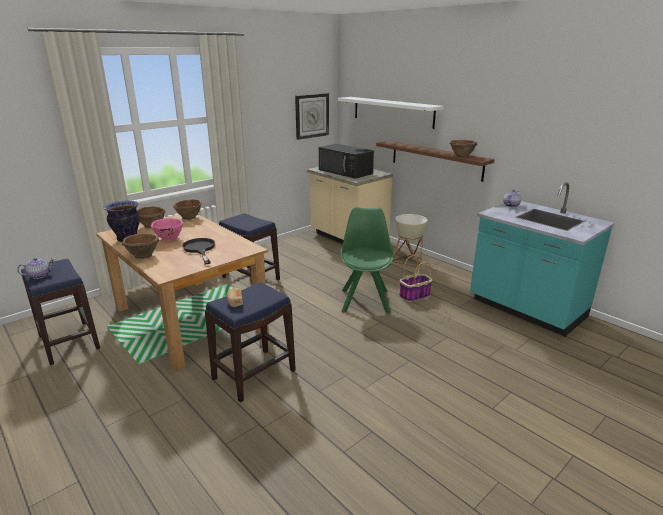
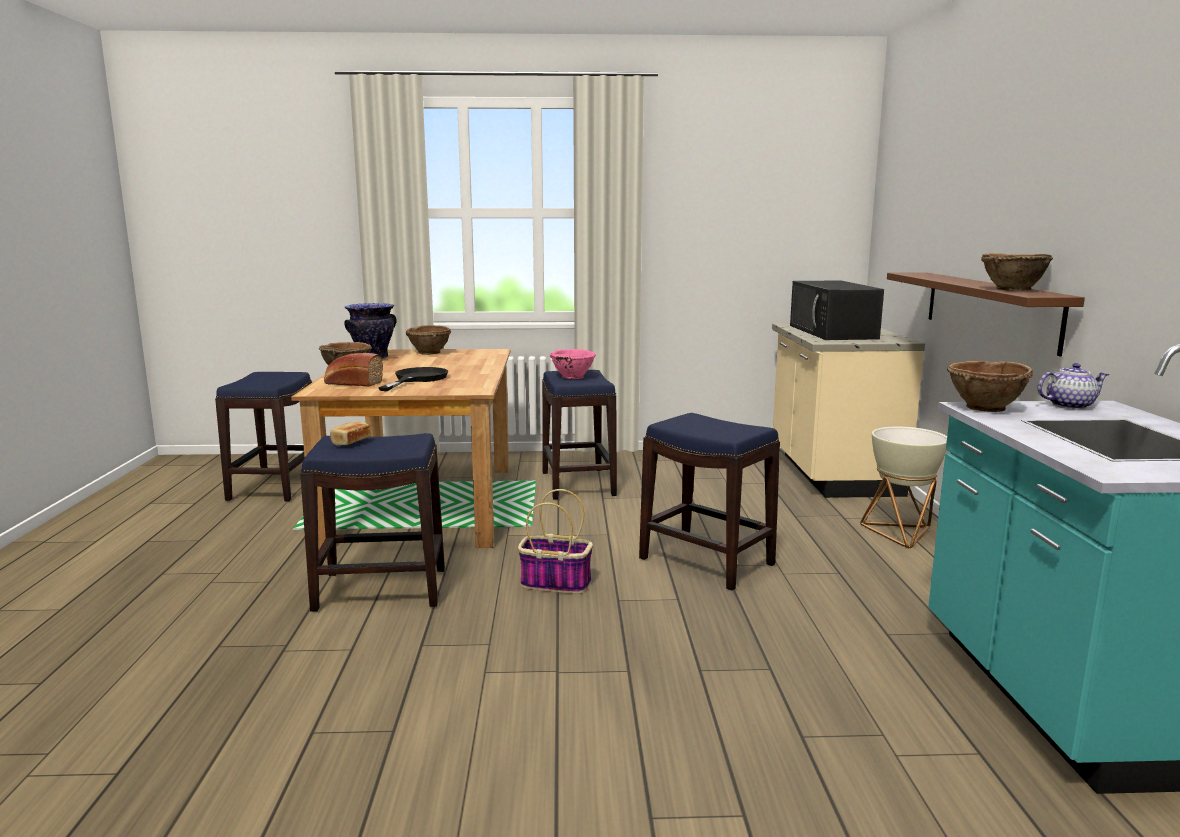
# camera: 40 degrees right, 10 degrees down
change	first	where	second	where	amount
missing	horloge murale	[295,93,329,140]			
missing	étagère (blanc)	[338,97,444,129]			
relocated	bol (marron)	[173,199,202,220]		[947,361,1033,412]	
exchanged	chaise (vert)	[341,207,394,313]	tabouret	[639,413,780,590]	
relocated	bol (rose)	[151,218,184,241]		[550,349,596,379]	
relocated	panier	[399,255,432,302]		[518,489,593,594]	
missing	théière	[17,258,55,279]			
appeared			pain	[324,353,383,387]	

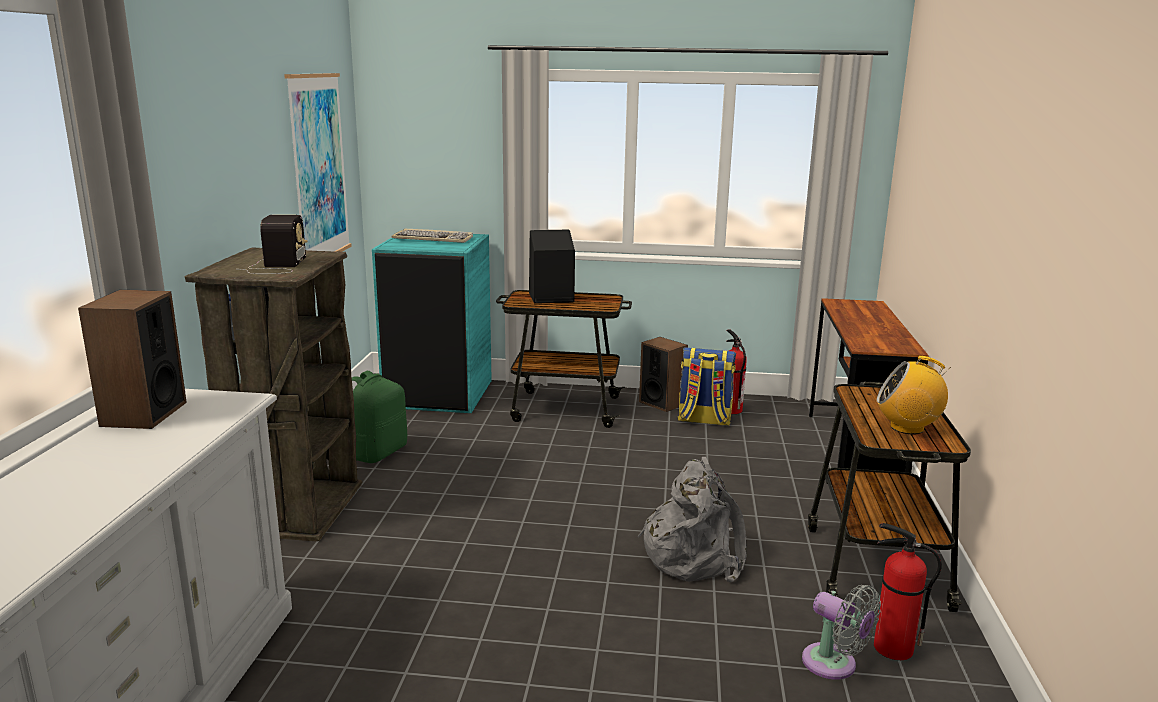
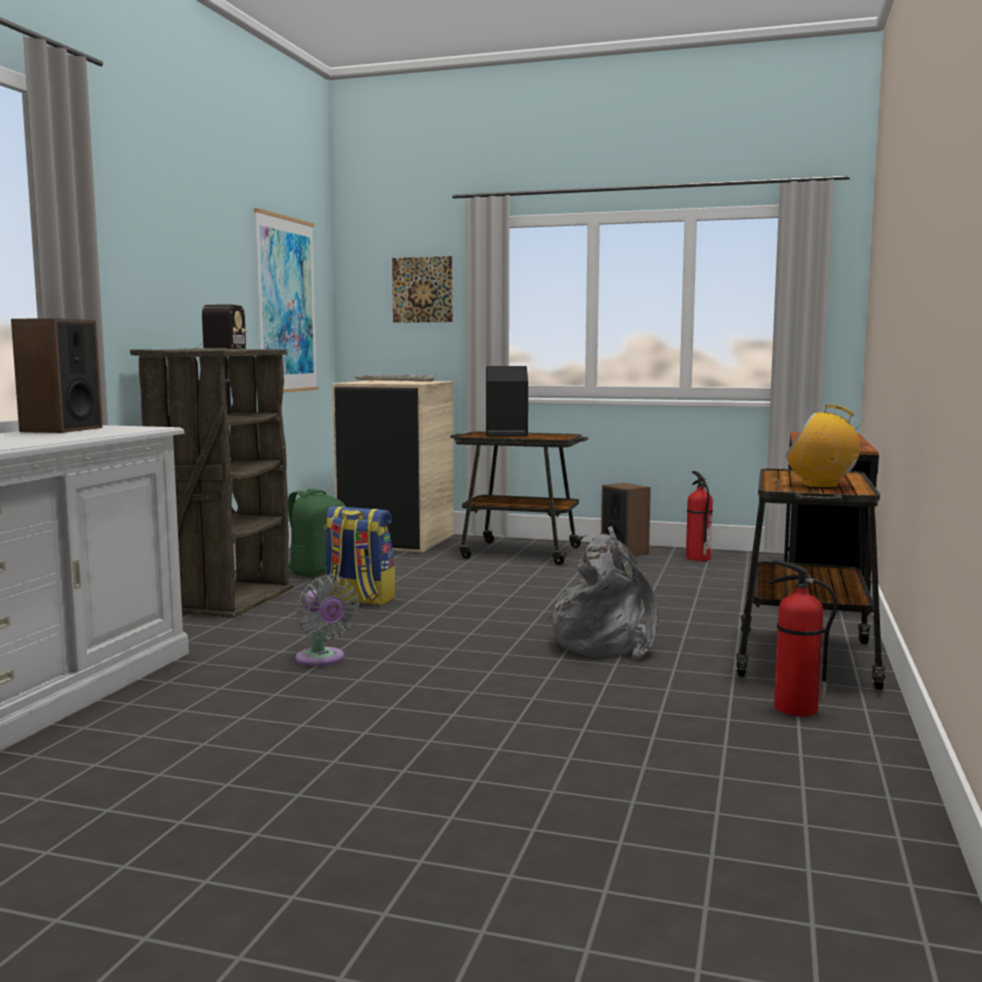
# camera: 10 degrees right, 10 degrees down
change	first	where	second	where	amount
colour	meuble de rangement (turquoise)	[372,234,492,413]	meuble de rangement (beige)	[332,380,454,553]	
relocated	sac à dos	[678,347,736,426]		[325,506,395,605]	
relocated	ventilateur (gris)	[802,585,881,680]		[295,574,359,666]	
appeared			tableau	[392,256,453,323]	

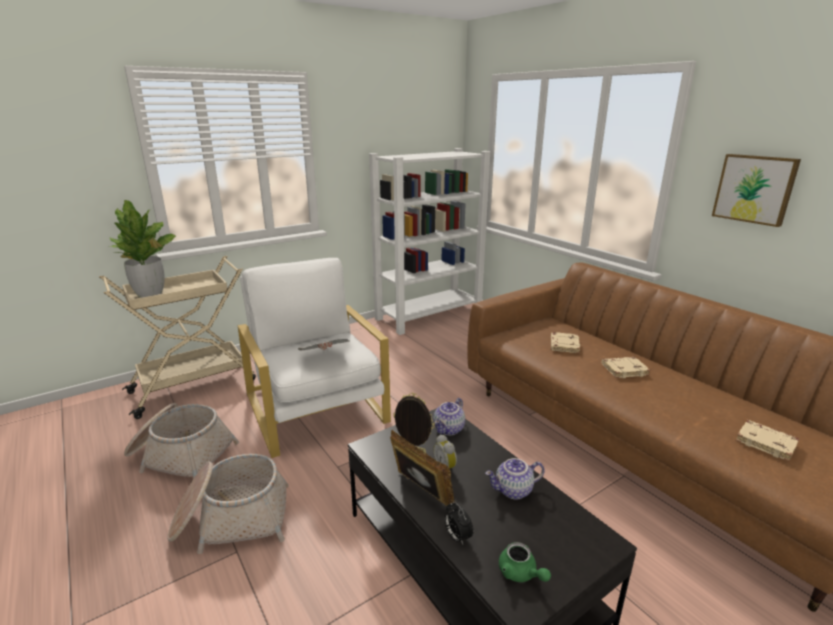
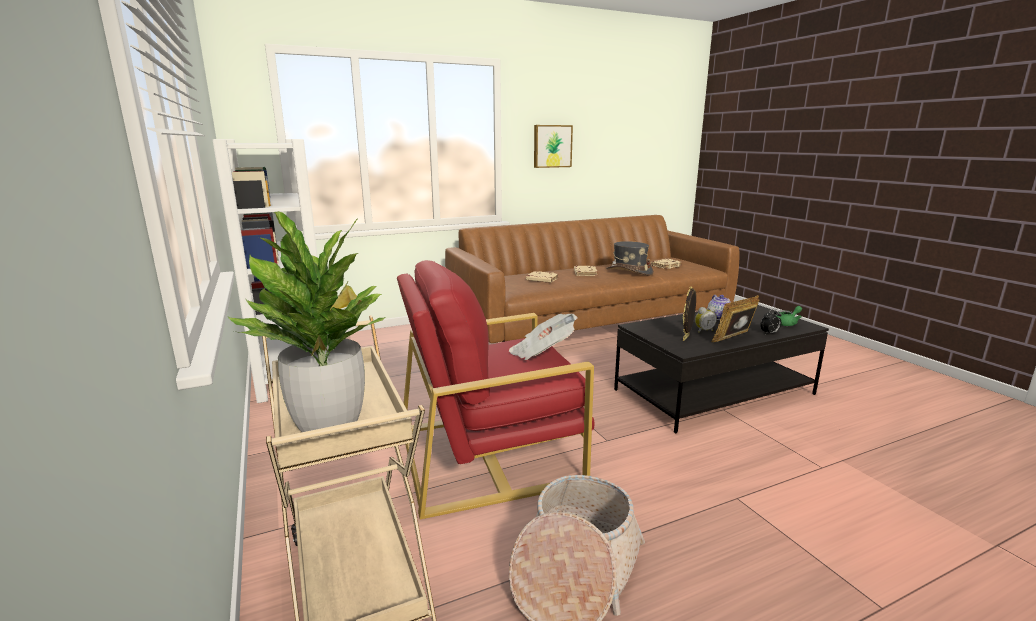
# camera: 80 degrees left, 5 degrees down
change	first	where	second	where	amount
colour	fauteuil (blanc)	[238,258,391,458]	fauteuil (rouge)	[397,260,594,520]	
missing	théière	[433,398,465,435]			
missing	panier	[167,454,289,554]			
appeared			chapeau (gris)	[606,241,654,276]	

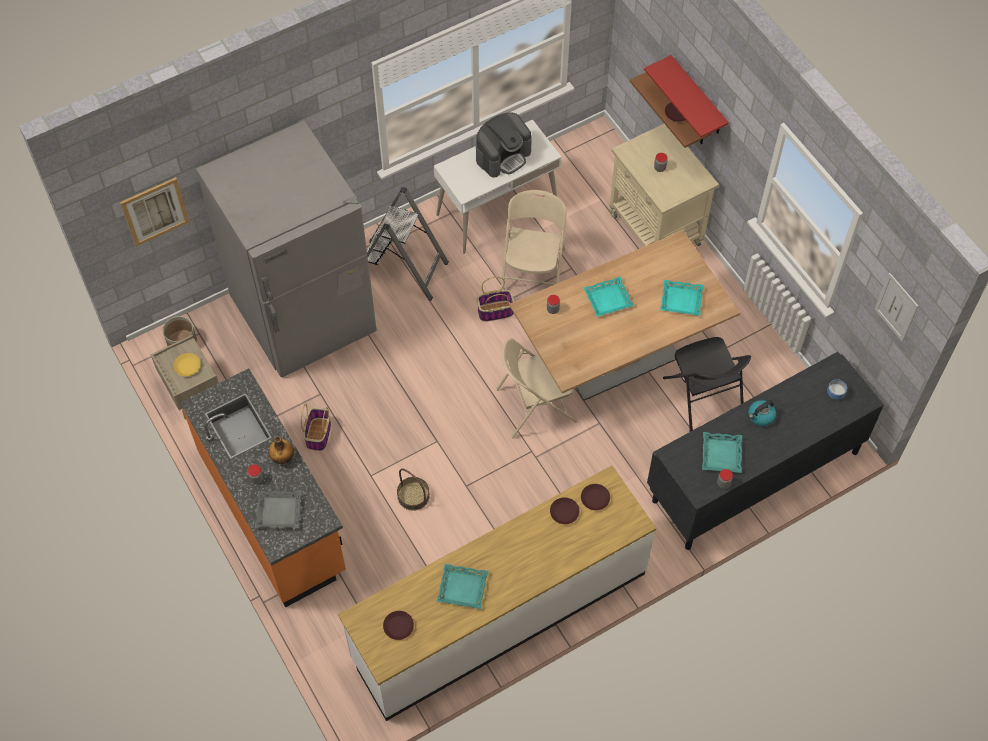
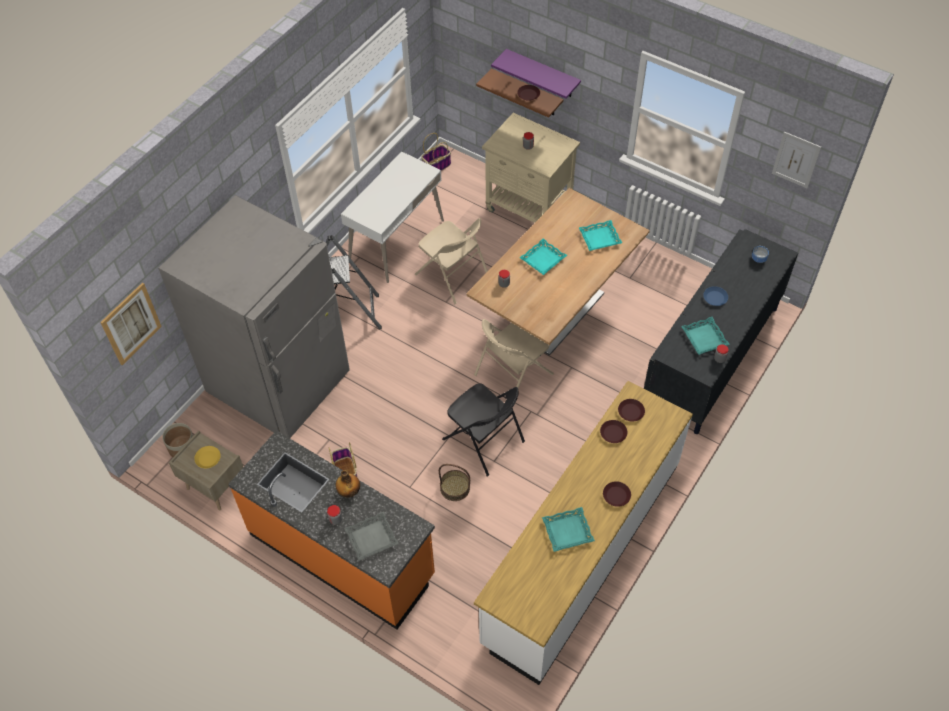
# camera: 25 degrees left, 5 degrees down
change	first	where	second	where	amount
colour	étagère (rouge)	[644,55,729,138]	étagère (violet)	[491,49,581,99]	
missing	machine à café	[476,112,532,178]			
spun	chaise (beige)	[501,190,567,290]		[415,218,488,305]	150 degrees clockwise
relocated	panier	[477,277,515,322]		[421,133,451,171]	
relocated	chaise (noir)	[663,337,751,432]		[442,383,525,477]	
exchanged	bouilloire	[749,400,776,426]	assiette (bleu)	[703,286,728,306]	
relocated	assiette (marron)	[383,611,414,640]		[603,481,631,507]	

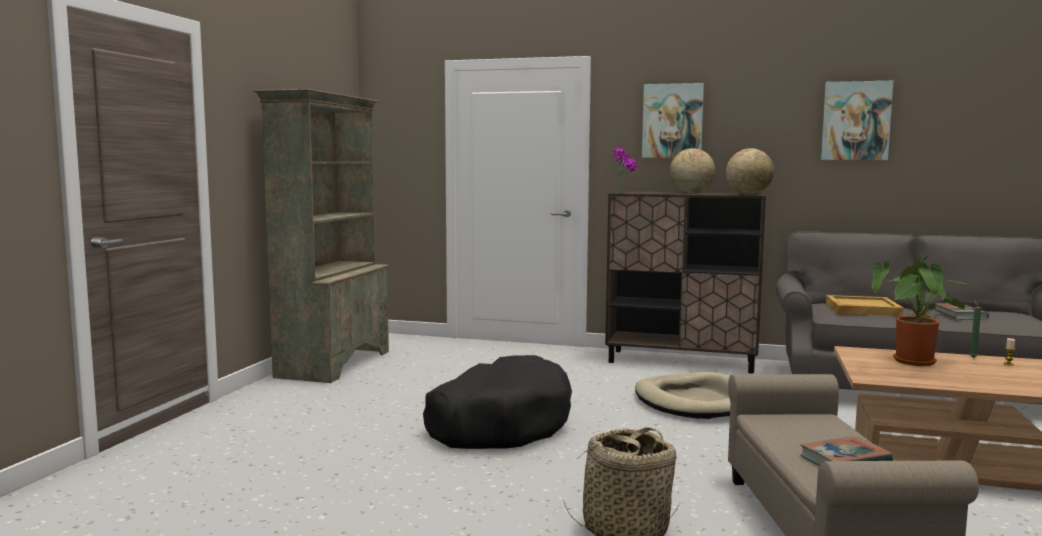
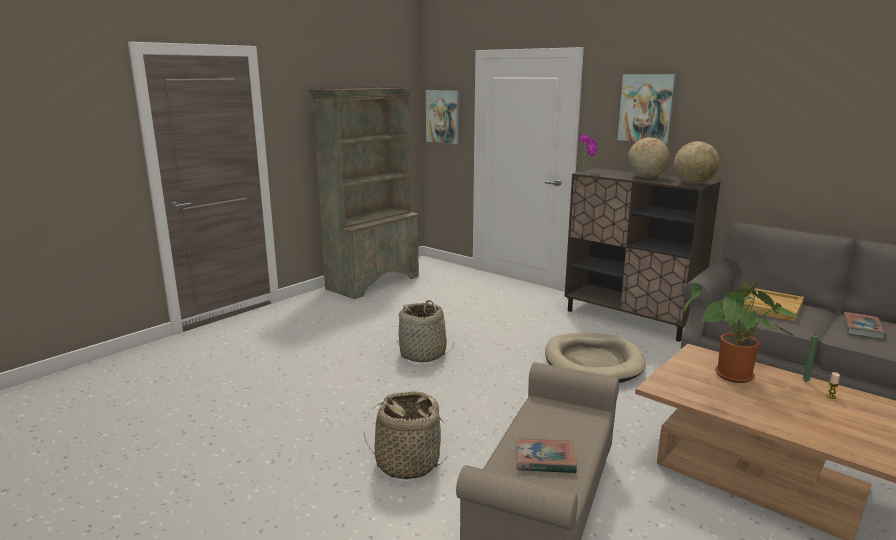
# camera: 25 degrees right, 10 degrees up
change	first	where	second	where	amount
relocated	tableau	[821,81,893,160]		[426,90,459,145]	
exchanged	panier pour chien (noir)	[423,355,572,449]	panier	[397,300,454,362]	

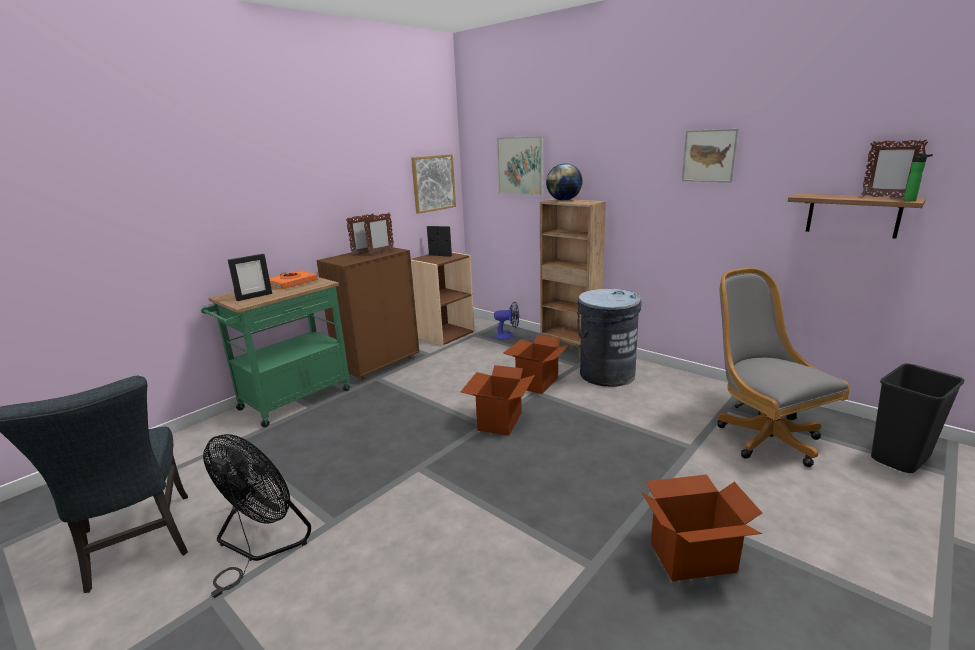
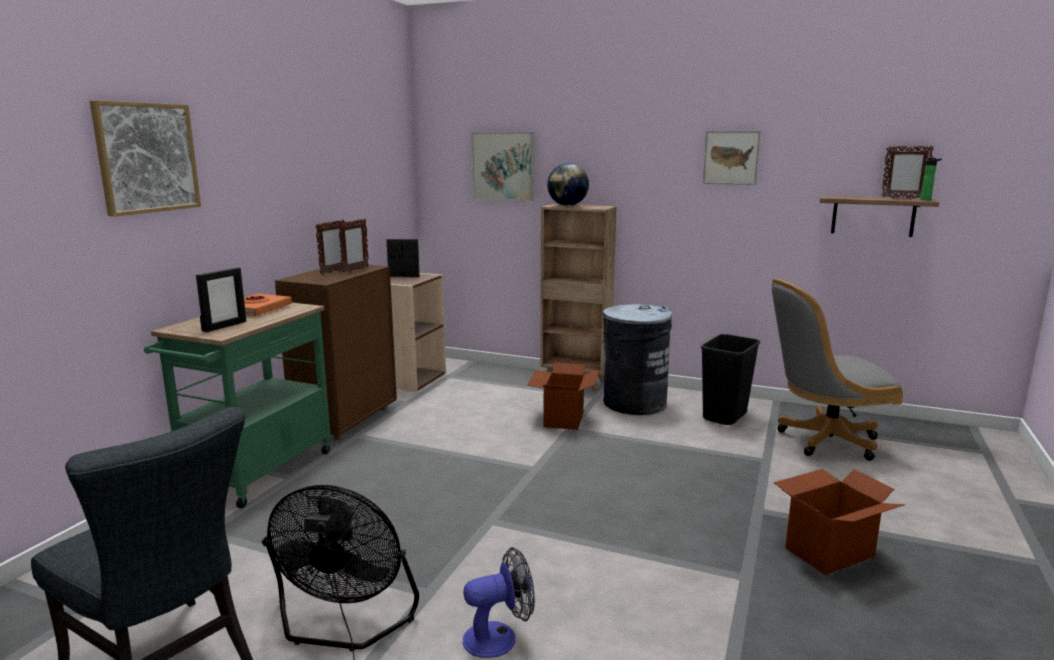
# camera: 20 degrees left, 5 degrees down
change	first	where	second	where	amount
relocated	tableau	[411,154,456,214]		[90,100,201,217]	
spun	chaise de bureau (gris)	[717,268,849,467]		[772,278,903,461]	60 degrees counterclockwise
relocated	ventilateur	[494,301,519,339]		[463,547,535,658]	
relocated	poubelle (noir)	[871,364,964,473]		[701,334,760,425]	
missing	carton	[461,365,535,436]			

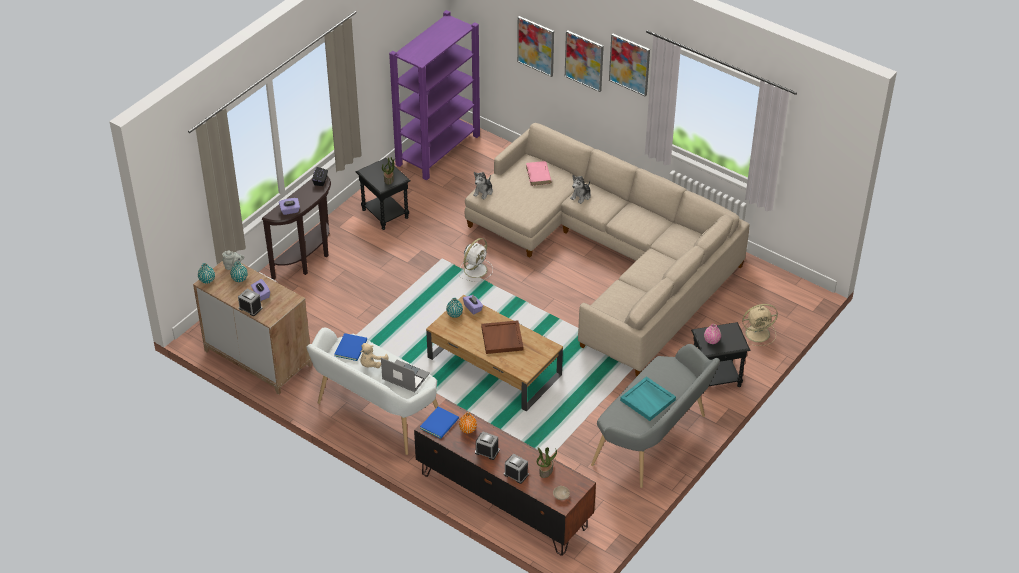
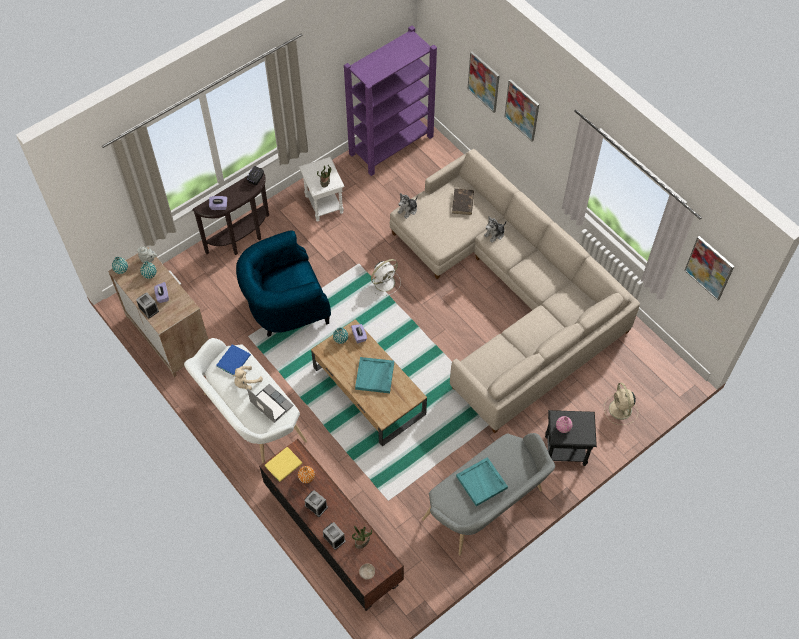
# camera: 15 degrees right, 15 degrees up
change	first	where	second	where	amount
relocated	tableau	[609,34,650,97]		[684,236,735,300]	
colour	table d'appoint (noir)	[356,158,411,230]	table d'appoint (blanc)	[299,157,345,222]	
colour	livre (rose)	[526,161,552,186]	livre (marron)	[452,188,474,215]	
spun	ventilateur (beige)	[742,304,778,346]		[604,383,638,425]	75 degrees clockwise
colour	plateau (marron)	[481,320,523,354]	plateau (turquoise)	[355,357,394,393]	
colour	livre (bleu)	[420,407,459,439]	livre (jaune)	[265,447,302,482]	
appeared			fauteuil (bleu)	[236,230,331,337]	

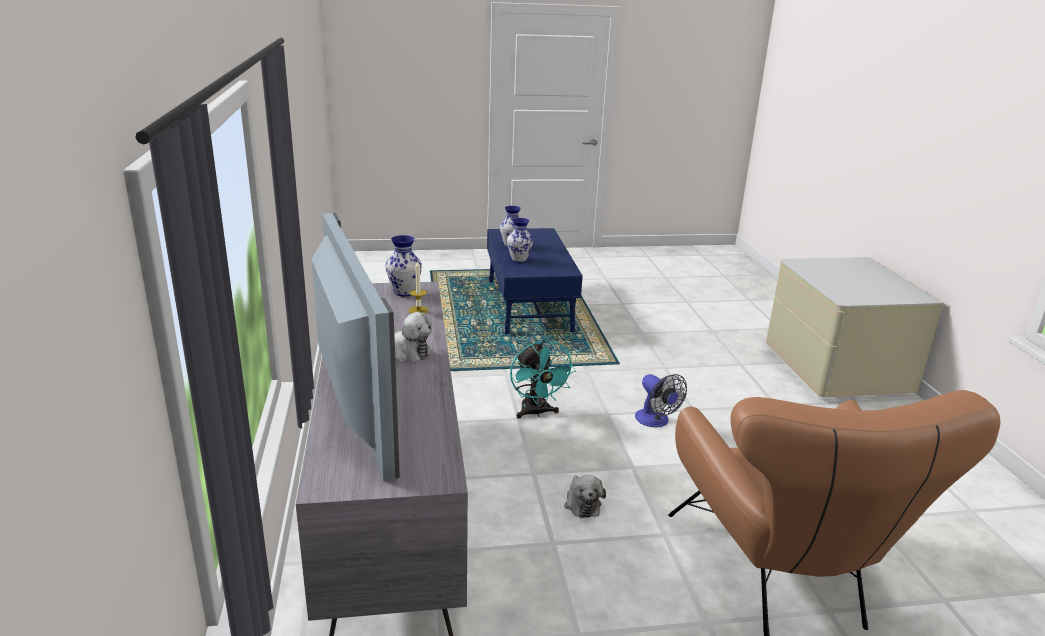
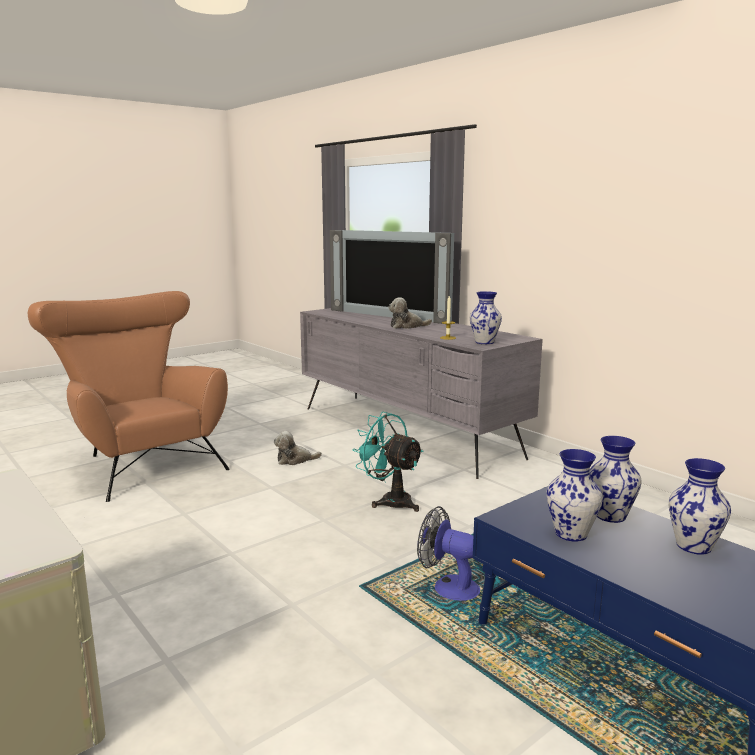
# camera: 150 degrees right, 10 degrees down
change	first	where	second	where	amount
relocated	ventilateur	[635,374,687,427]		[417,506,480,601]	
spun	peluche	[564,475,606,518]		[274,431,322,465]	60 degrees counterclockwise
appeared			vase	[546,449,603,542]	

